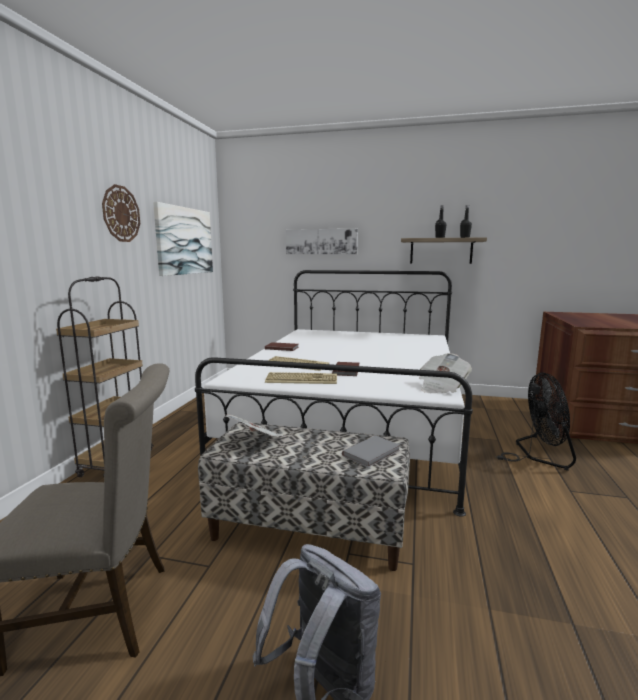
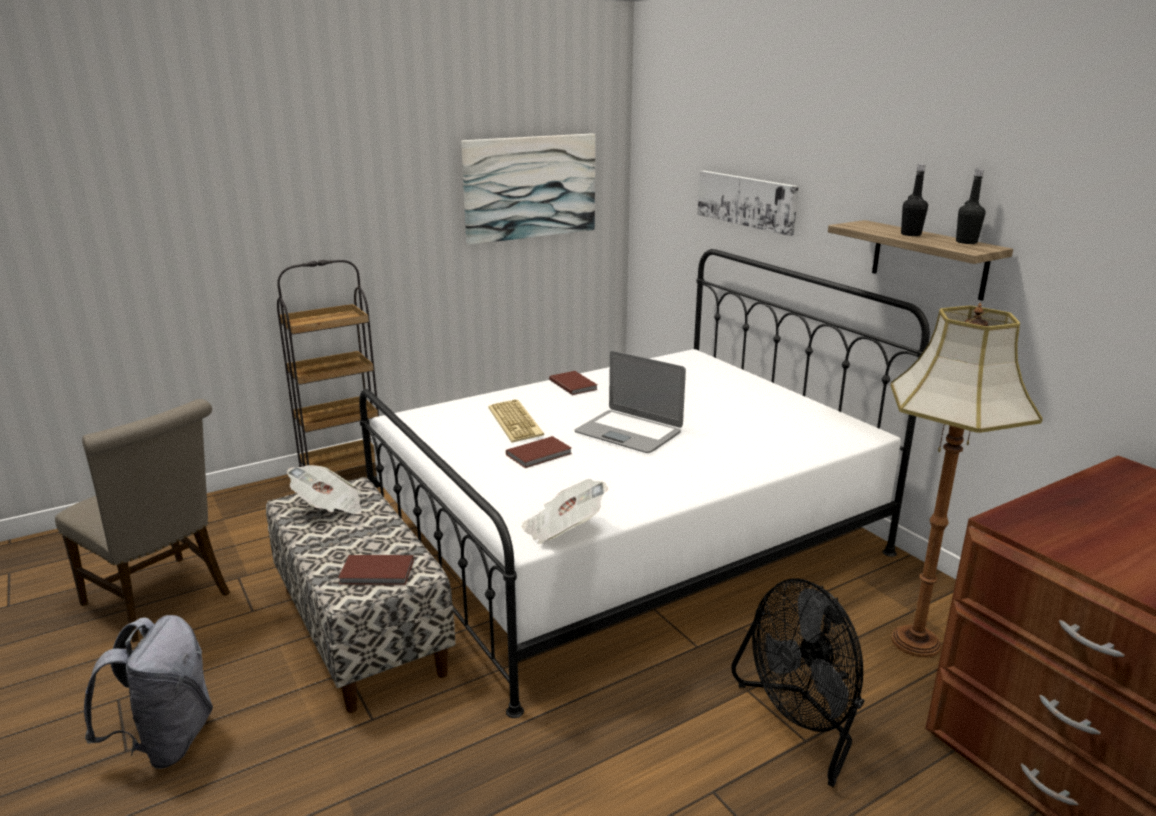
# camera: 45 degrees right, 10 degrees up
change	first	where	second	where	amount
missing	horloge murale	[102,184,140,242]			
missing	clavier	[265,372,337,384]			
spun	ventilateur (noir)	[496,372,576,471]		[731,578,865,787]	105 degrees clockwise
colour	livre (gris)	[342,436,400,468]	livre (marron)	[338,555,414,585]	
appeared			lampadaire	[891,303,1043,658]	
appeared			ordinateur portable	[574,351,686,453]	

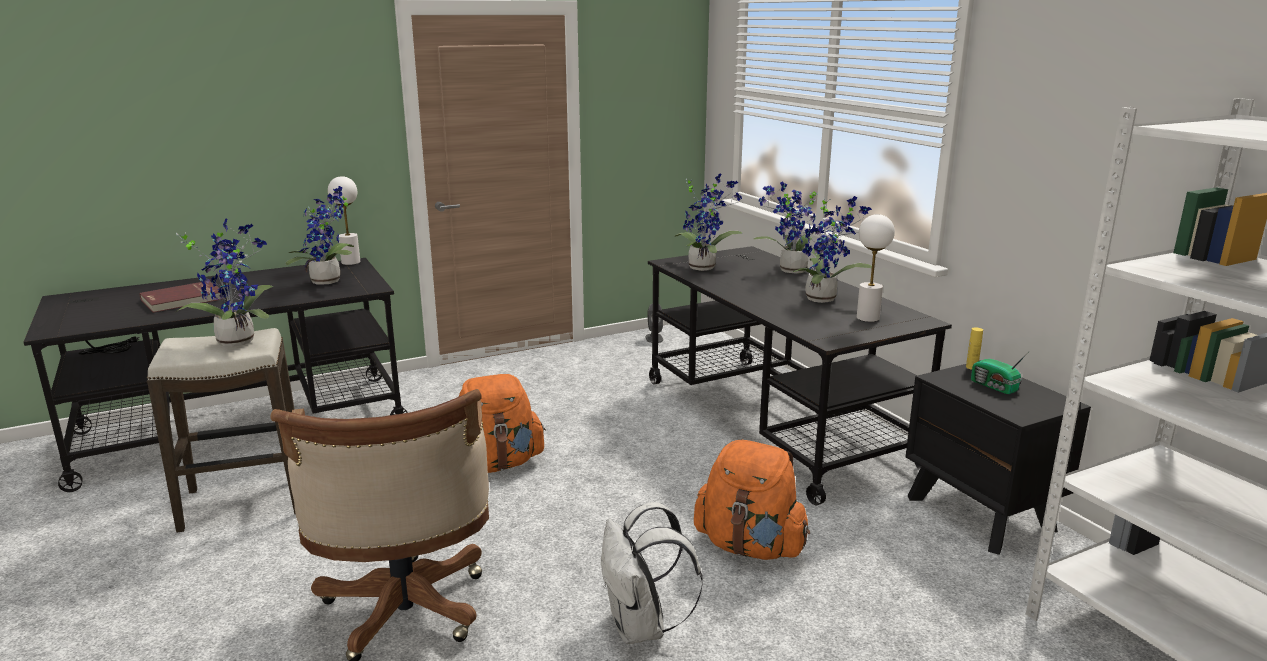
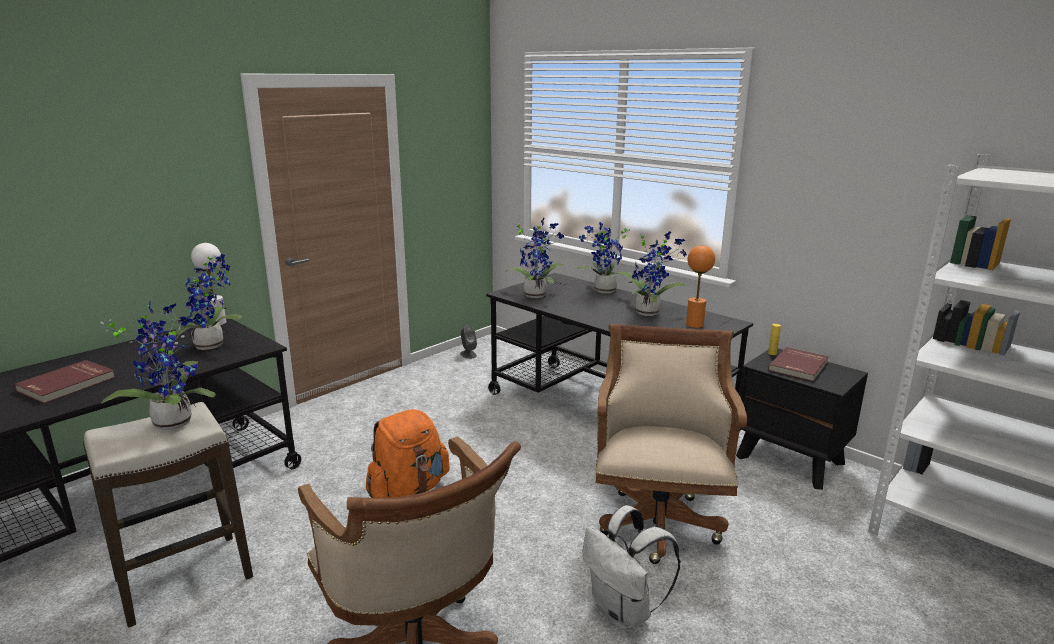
# camera: 20 degrees left, 0 degrees up
change	first	where	second	where	amount
colour	lampe de table (blanc)	[857,214,895,322]	lampe de table (orange)	[686,245,715,328]	
exchanged	radio	[971,352,1028,394]	livre (rouge)	[768,347,829,381]	
exchanged	sac à dos (orange)	[694,440,810,560]	chaise de bureau	[596,324,747,564]	

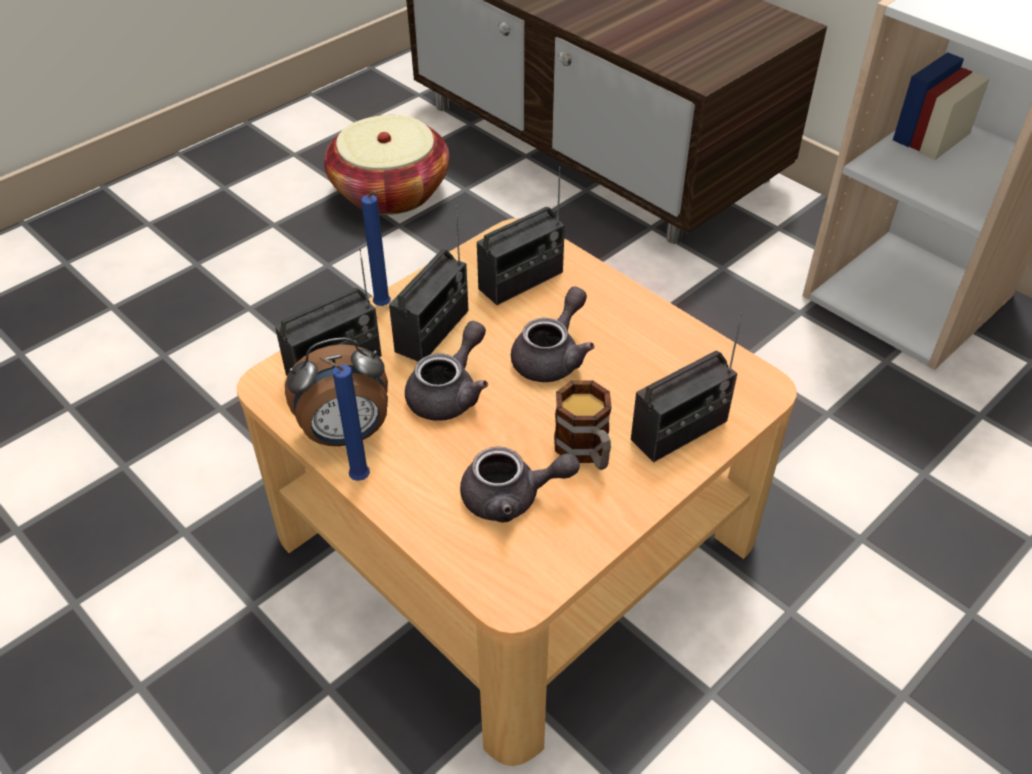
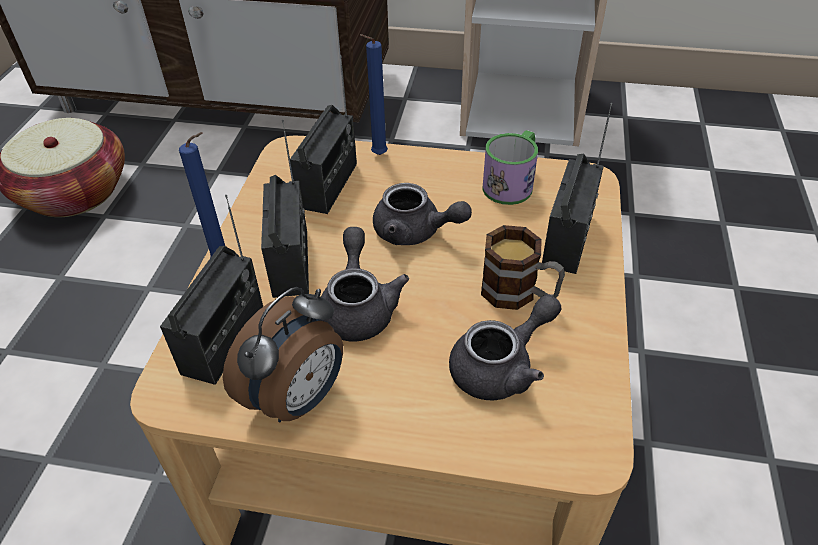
# camera: 35 degrees left, 0 degrees up
change	first	where	second	where	amount
spun	théière (gris)	[511,287,595,382]		[373,183,472,245]	120 degrees clockwise
relocated	bougie (bleu)	[319,357,370,481]		[360,34,388,155]	
appeared			mug	[482,130,538,205]	

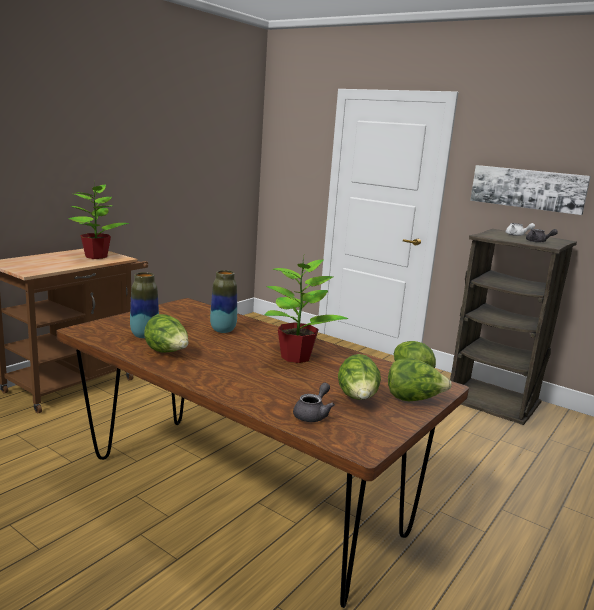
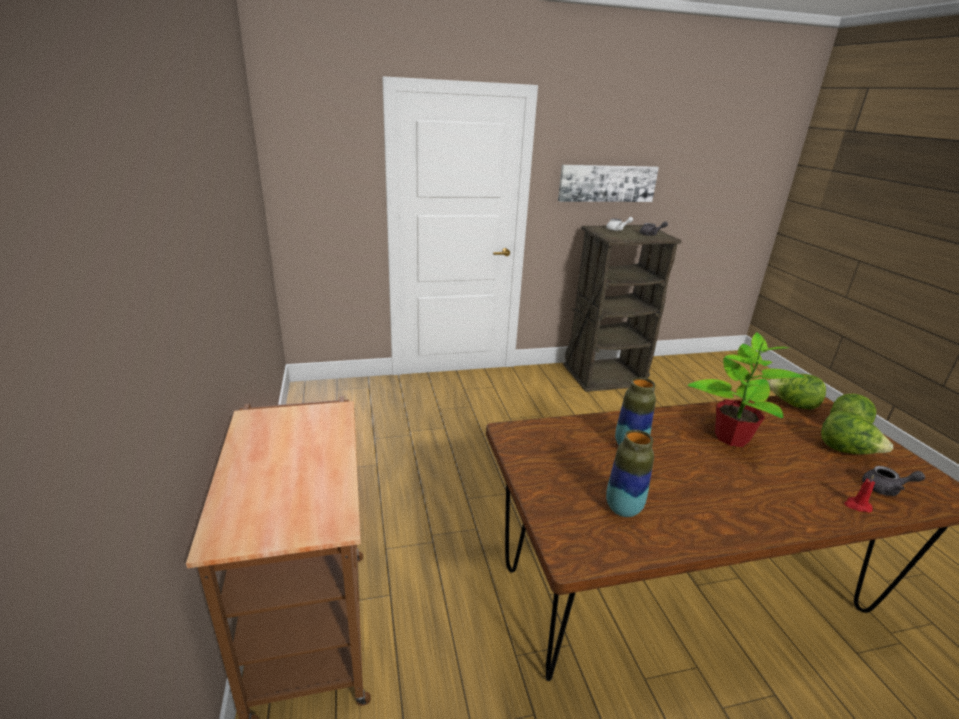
# camera: 50 degrees left, 10 degrees up
change	first	where	second	where	amount
missing	plante en pot	[68,184,130,259]			
missing	laitue	[144,314,189,353]			
spun	théière (gris)	[293,383,335,422]		[862,466,925,496]	120 degrees clockwise
appeared			bougie (rouge)	[844,474,875,512]	

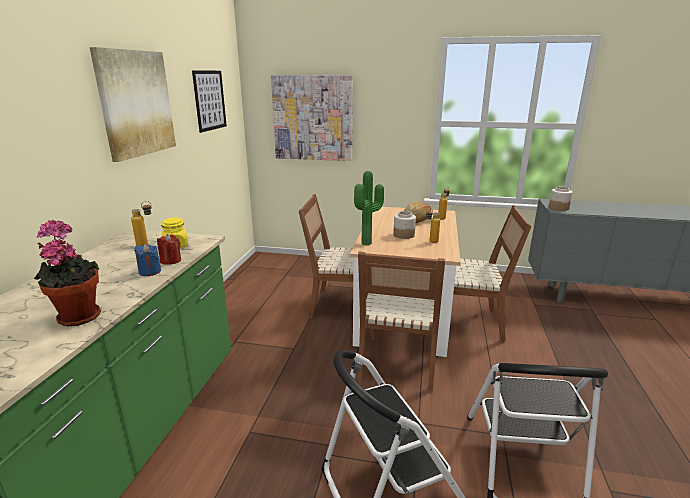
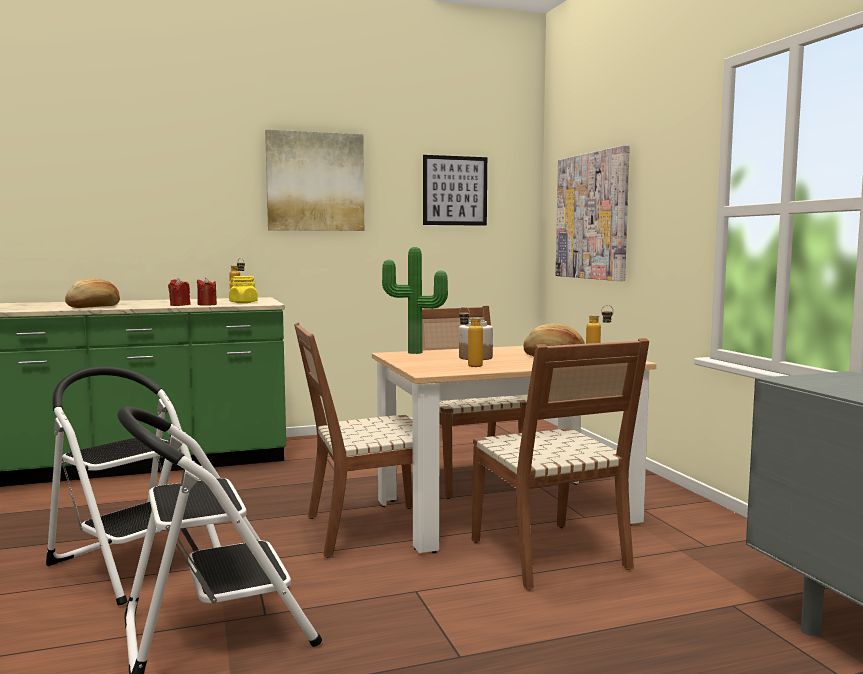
# camera: 60 degrees right, 15 degrees down
change	first	where	second	where	amount
missing	bocal	[549,186,573,211]			
exchanged	plante en pot	[34,220,101,326]	pain	[65,278,120,308]	
colour	bougie (bleu)	[134,244,161,276]	bougie (rouge)	[168,278,191,306]	

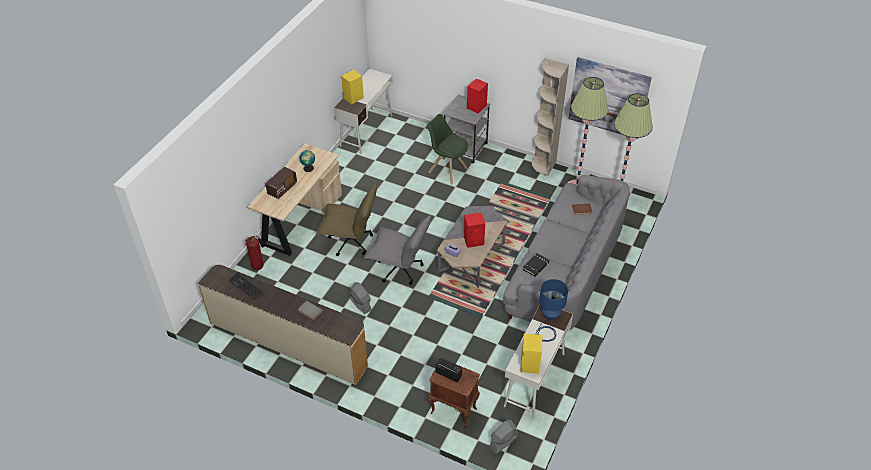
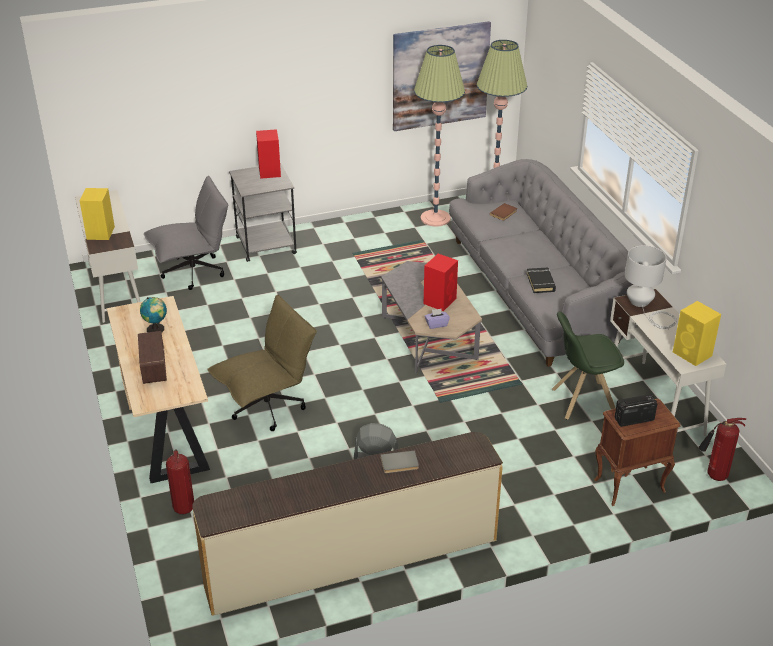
# camera: 45 degrees left, 10 degrees down
change	first	where	second	where	amount
missing	bibliothèque (beige)	[532,58,569,176]			
relocated	chaise (vert)	[427,114,468,184]		[551,311,624,420]	
relocated	chaise de bureau (gris)	[364,215,431,285]		[144,176,228,290]	
missing	clavier	[229,273,264,300]			
colour	lampe de table (bleu)	[536,279,568,342]	lampe de table (blanc)	[625,245,677,329]	
exchanged	ventilateur (gris)	[489,419,518,454]	extincteur	[699,418,746,481]	

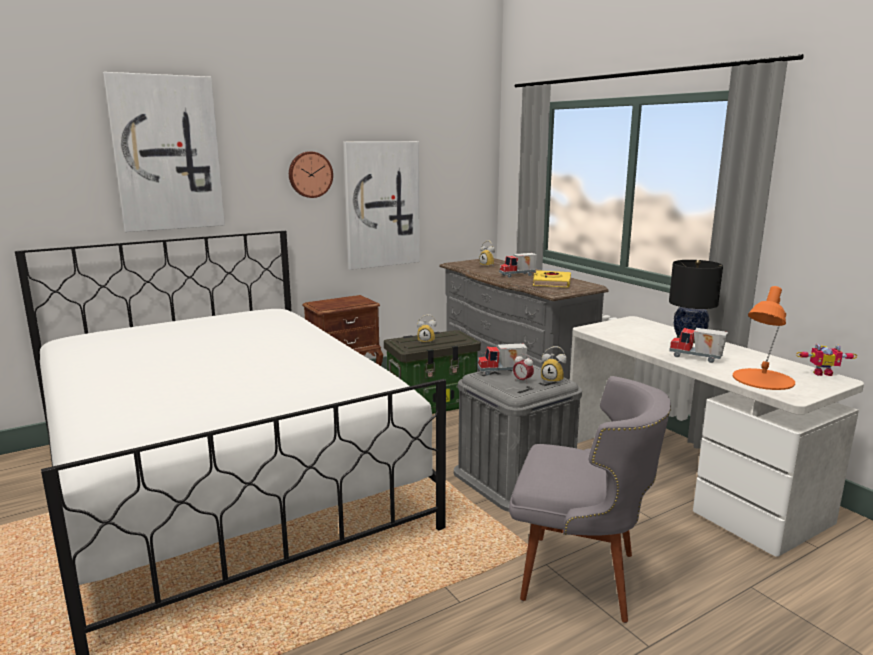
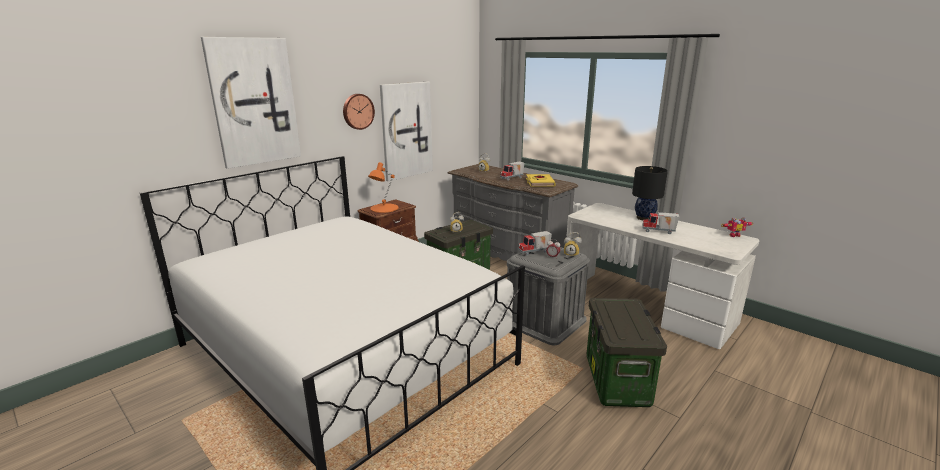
# camera: 15 degrees left, 5 degrees up
change	first	where	second	where	amount
relocated	lampe de table (orange)	[733,286,795,390]		[368,162,398,213]	
exchanged	chaise (gris)	[509,376,671,623]	boîte de rangement	[587,298,667,407]	

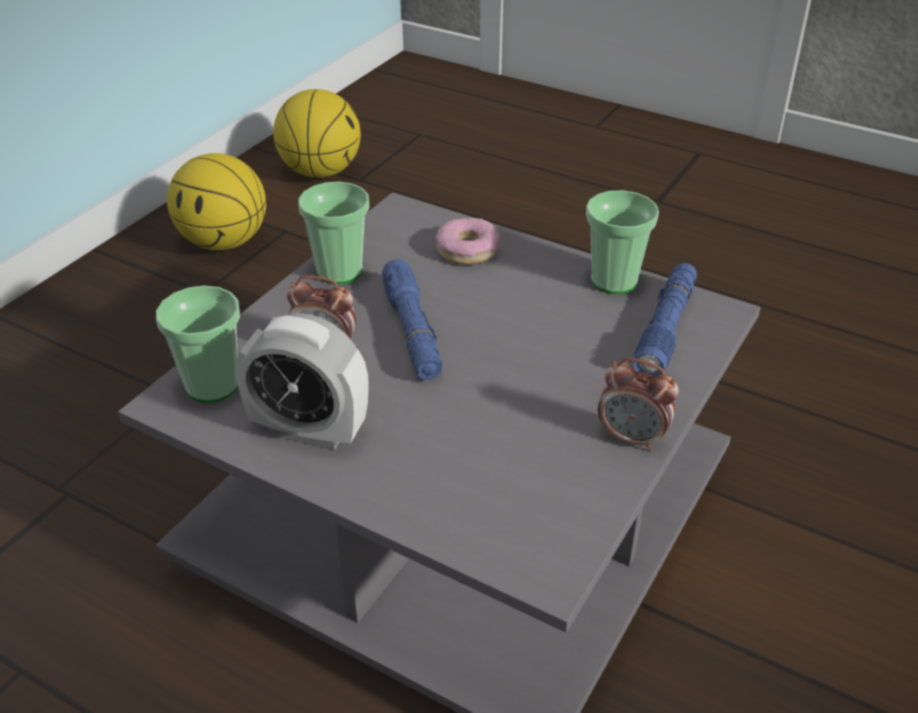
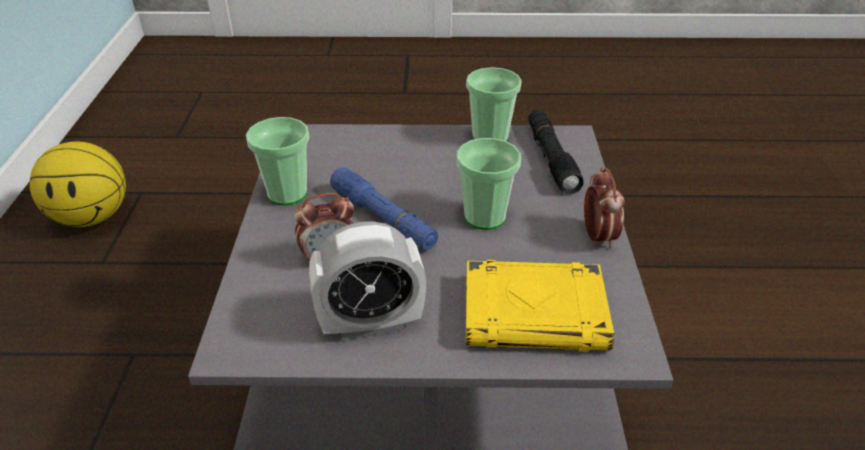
# camera: 30 degrees left, 0 degrees up
change	first	where	second	where	amount
missing	ballon de basket	[273,89,361,178]			
missing	beignet	[435,218,500,264]			
colour	lampe de poche (bleu)	[633,263,697,377]	lampe de poche (noir)	[528,110,584,194]	
relocated	tasse	[156,286,240,403]		[457,138,521,230]	
spun	réveil	[598,358,679,451]		[584,168,624,248]	90 degrees counterclockwise
appeared			livre (jaune)	[466,260,614,351]	

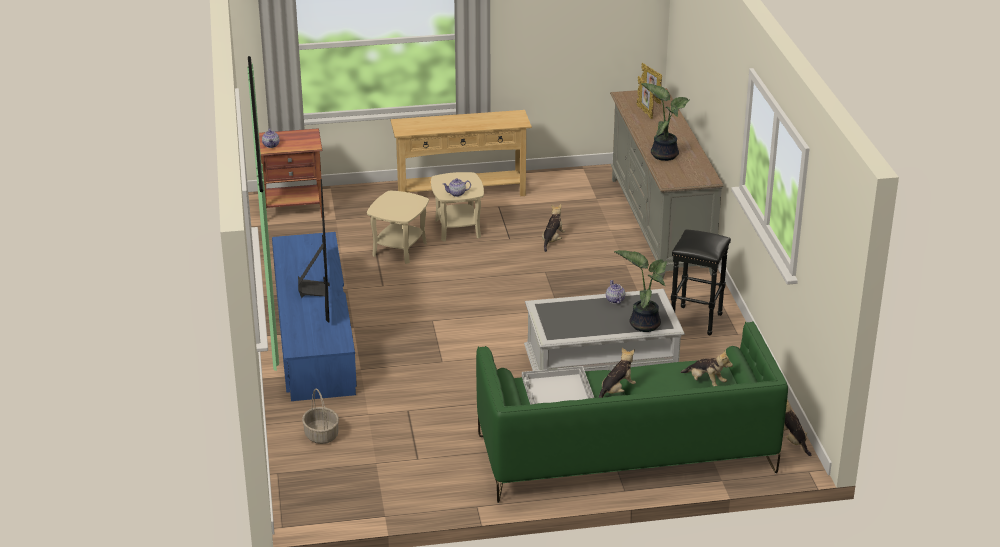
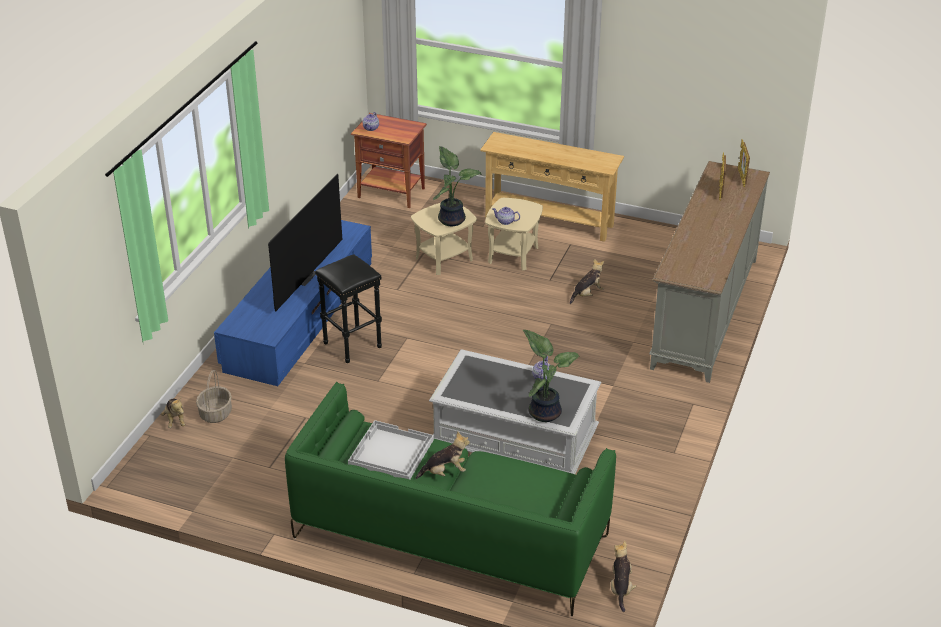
# camera: 30 degrees right, 5 degrees up
change	first	where	second	where	amount
relocated	plante en pot	[641,83,690,161]		[433,146,482,226]	
relocated	tabouret (noir)	[671,229,731,335]		[315,254,382,363]	
relocated	peluche	[680,349,733,386]		[161,398,185,428]	

